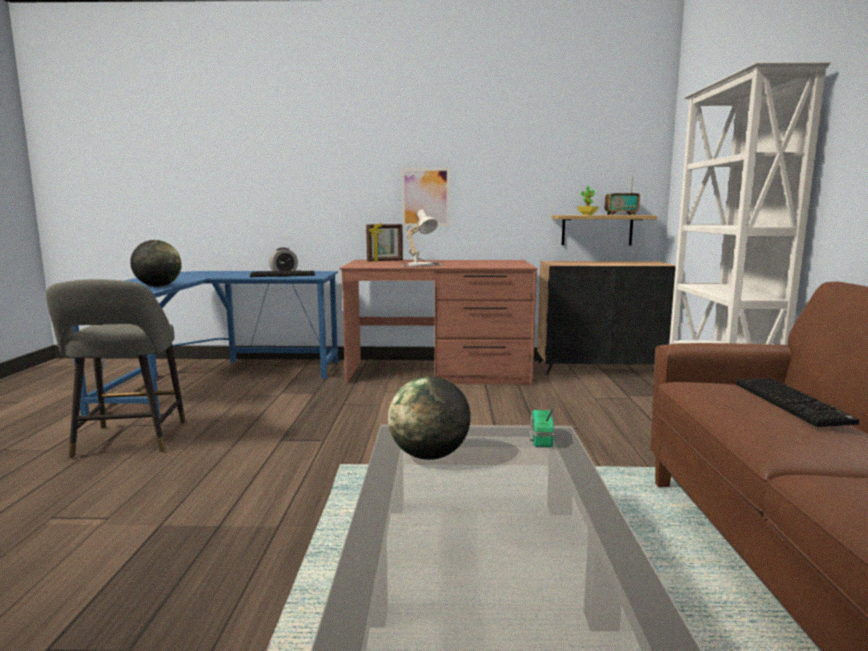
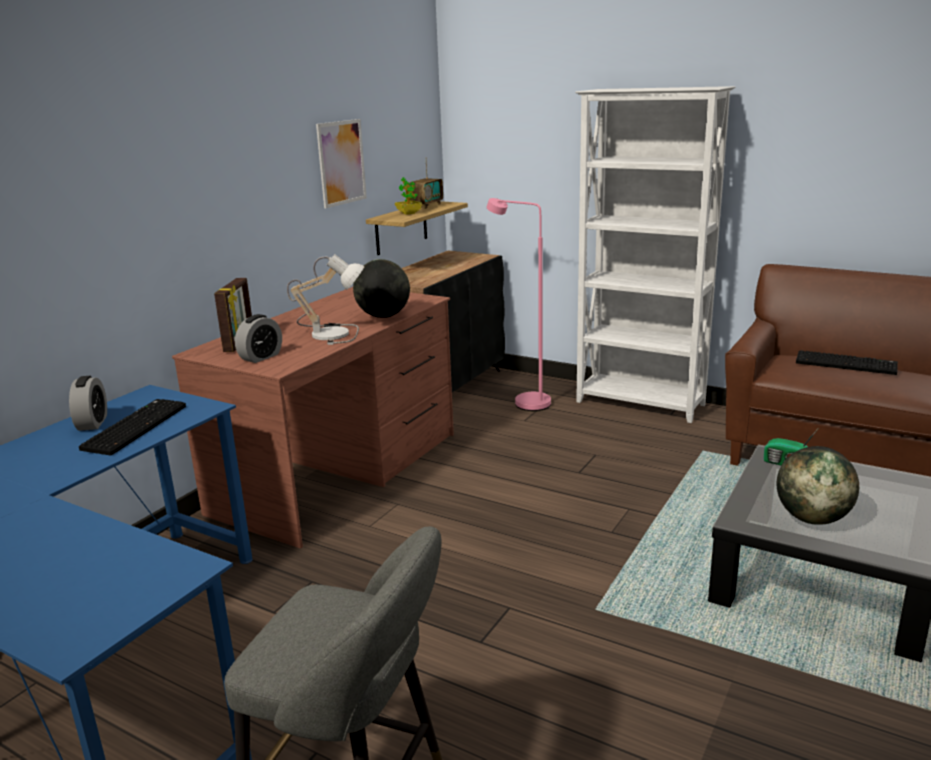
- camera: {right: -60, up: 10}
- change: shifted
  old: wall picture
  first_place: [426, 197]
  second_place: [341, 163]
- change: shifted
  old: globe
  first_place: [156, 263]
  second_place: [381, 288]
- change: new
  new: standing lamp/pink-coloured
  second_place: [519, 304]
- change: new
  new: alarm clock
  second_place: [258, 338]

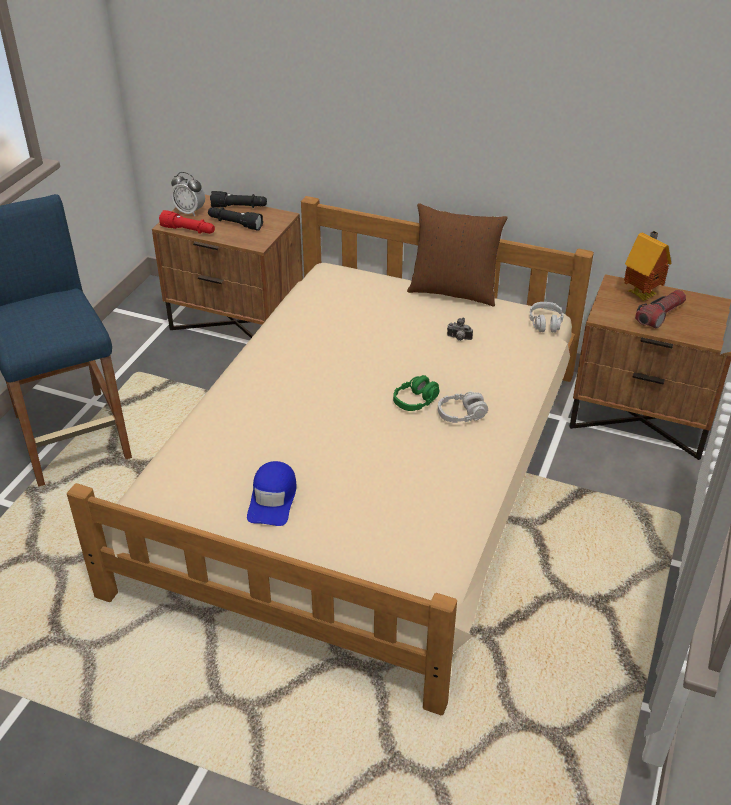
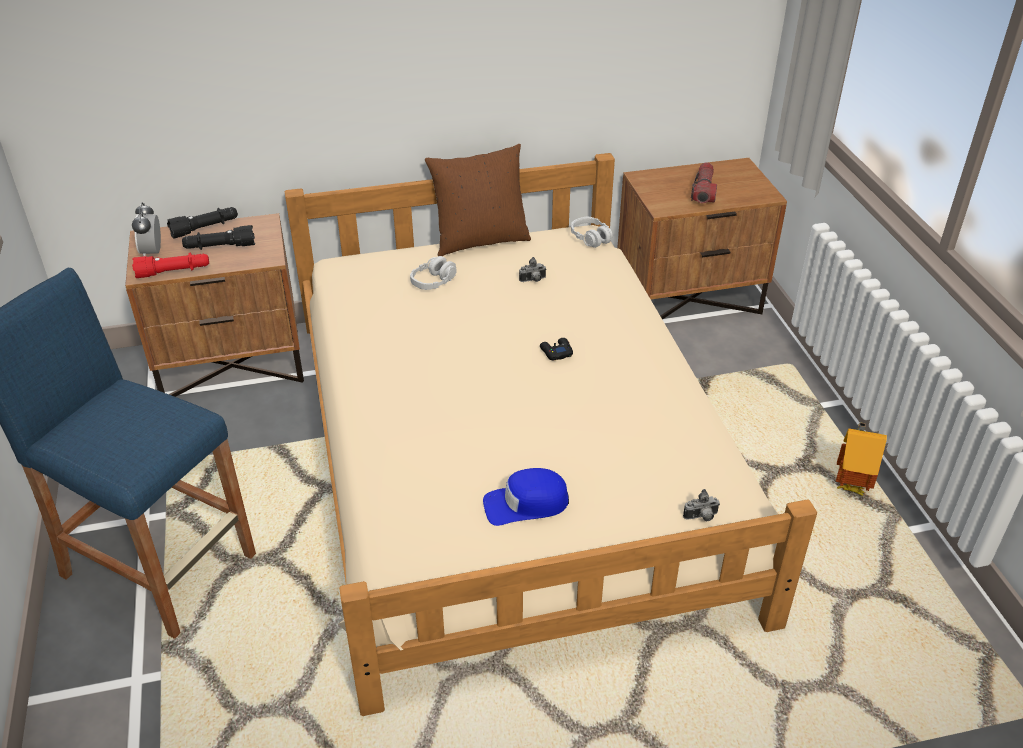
- camera: {right: -35, up: 0}
- change: rotated
  old: alarm clock
  first_place: [188, 194]
  second_place: [146, 229]
  degrees: 90
- change: shifted
  old: toy house
  first_place: [647, 266]
  second_place: [861, 459]
- change: swapped
  old: headphones/green-coloured
  new: game controller/black-coloured
  first_place: [416, 393]
  second_place: [556, 349]
- change: shifted
  old: headphones/gray
  first_place: [463, 407]
  second_place: [433, 273]
- change: rotated
  old: peaked cap/blue-coloured
  first_place: [272, 493]
  second_place: [526, 497]
  degrees: 105
- change: new
  new: photo camera
  second_place: [701, 505]

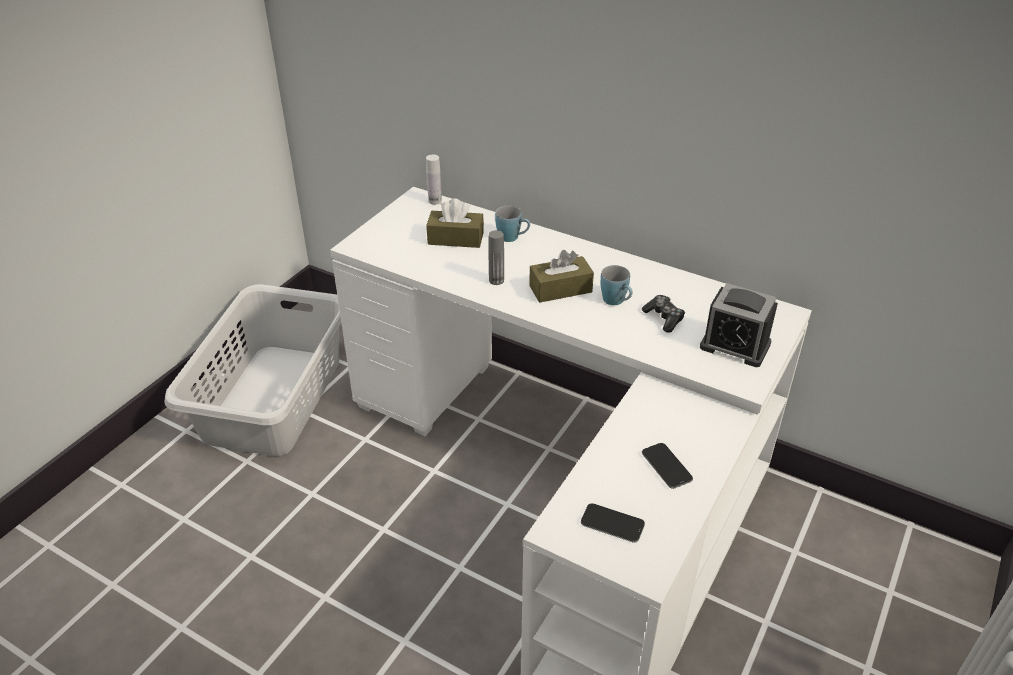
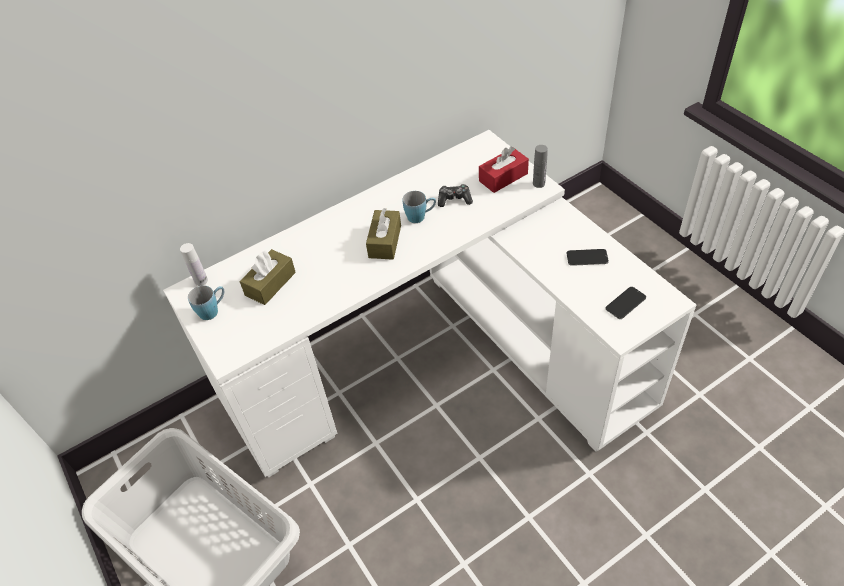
- camera: {right: -60, up: 10}
- change: shifted
  old: coffee mug/blue-coloured
  first_place: [512, 224]
  second_place: [206, 303]
- change: shifted
  old: beverage bottle/gray
  first_place: [496, 257]
  second_place: [540, 166]
- change: swapped
  old: alarm clock
  new: box of tissues/red
  first_place: [739, 325]
  second_place: [504, 169]

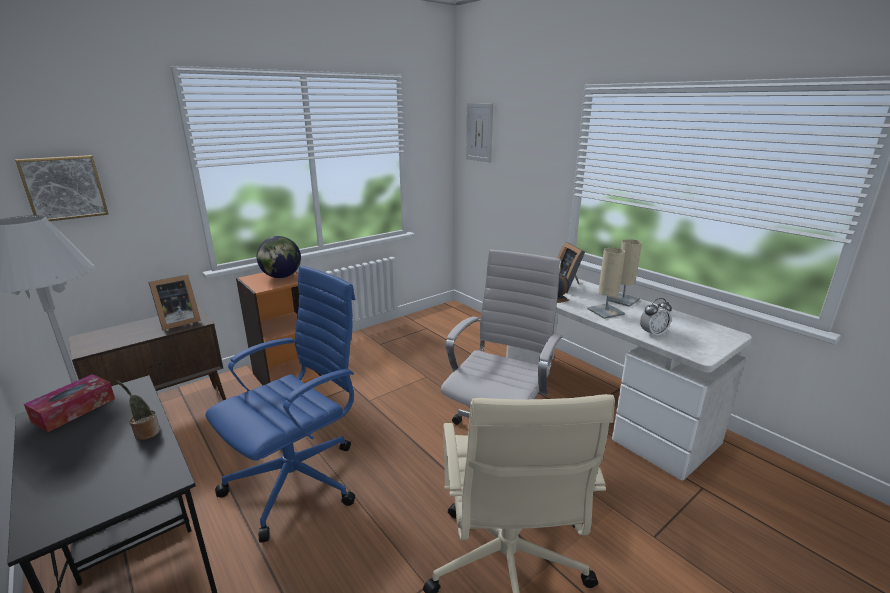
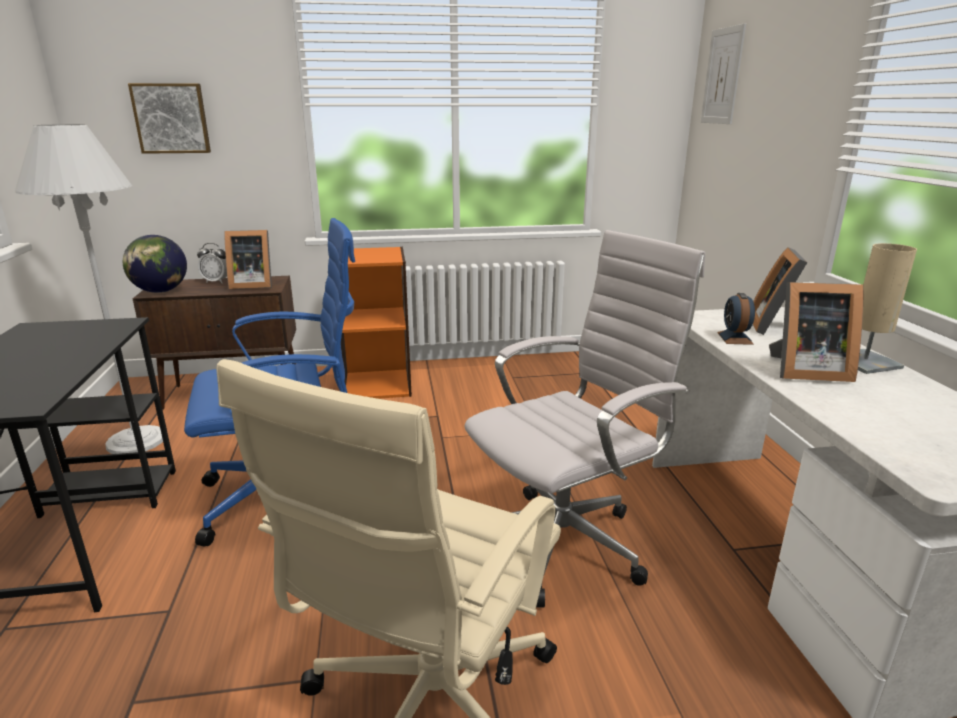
- camera: {right: 30, up: 0}
- change: shifted
  old: globe
  first_place: [278, 257]
  second_place: [155, 264]
- change: swapped
  old: tabletop lamp/beige-coloured
  new: photo frame
  first_place: [606, 283]
  second_place: [816, 332]
- change: shifted
  old: alarm clock
  first_place: [656, 318]
  second_place: [212, 263]
- change: gone
  old: box of tissues
  first_place: [69, 403]
- change: gone
  old: potted plant
  first_place: [138, 410]

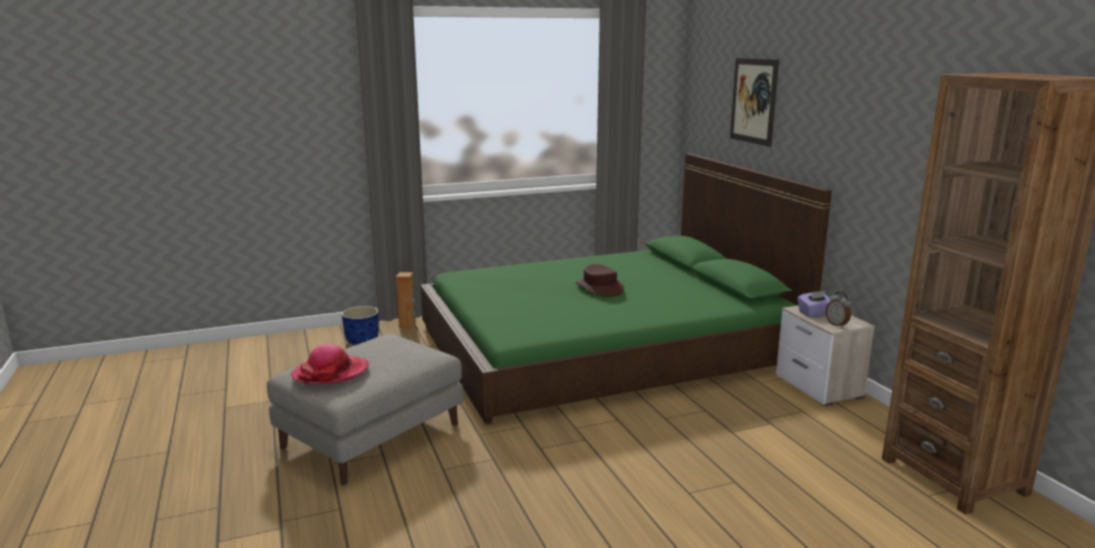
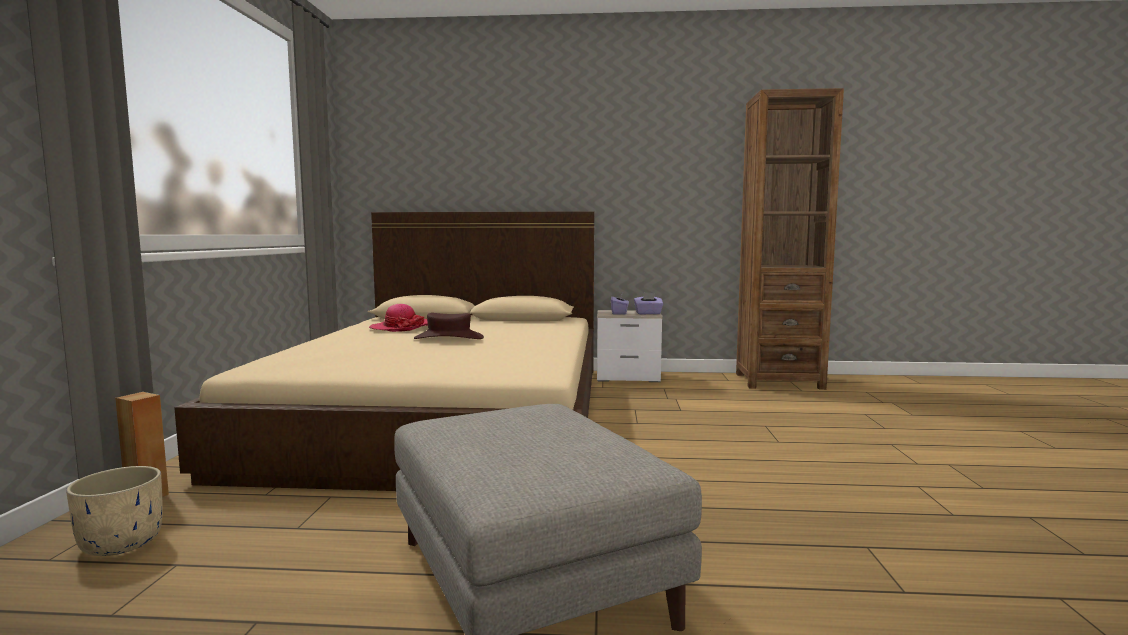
- camera: {right: -65, up: -10}
- change: gone
  old: wall picture
  first_place: [754, 102]
- change: repainted
  old: bedroom bed/green-coloured
  new: bedroom bed/beige-coloured
  first_place: [626, 288]
  second_place: [384, 351]
- change: swapped
  old: alarm clock
  new: box of tissues/purple-coloured
  first_place: [838, 310]
  second_place: [648, 303]
- change: repainted
  old: plant pot/blue-coloured
  new: plant pot/beige-coloured
  first_place: [360, 325]
  second_place: [114, 511]
- change: shifted
  old: clothing hat
  first_place: [330, 364]
  second_place: [398, 318]

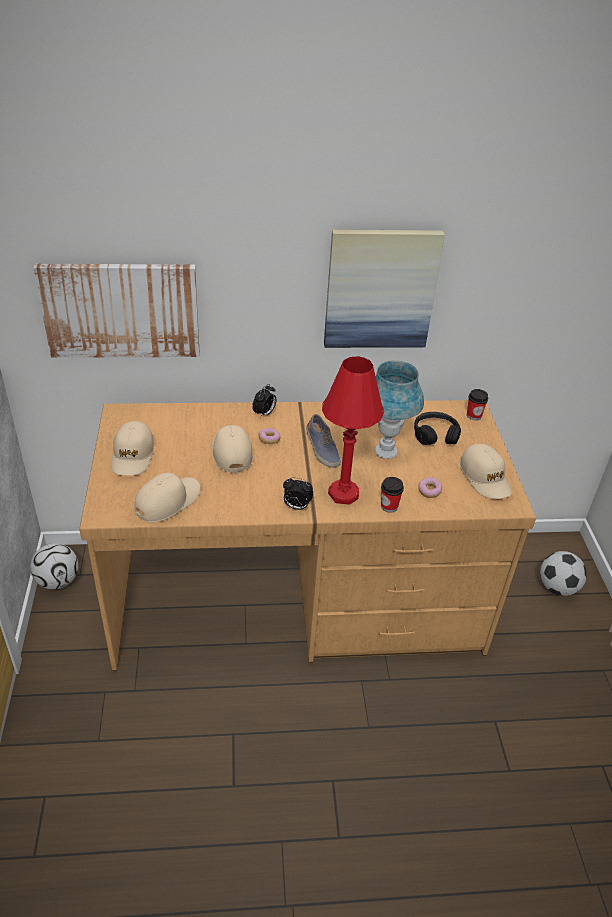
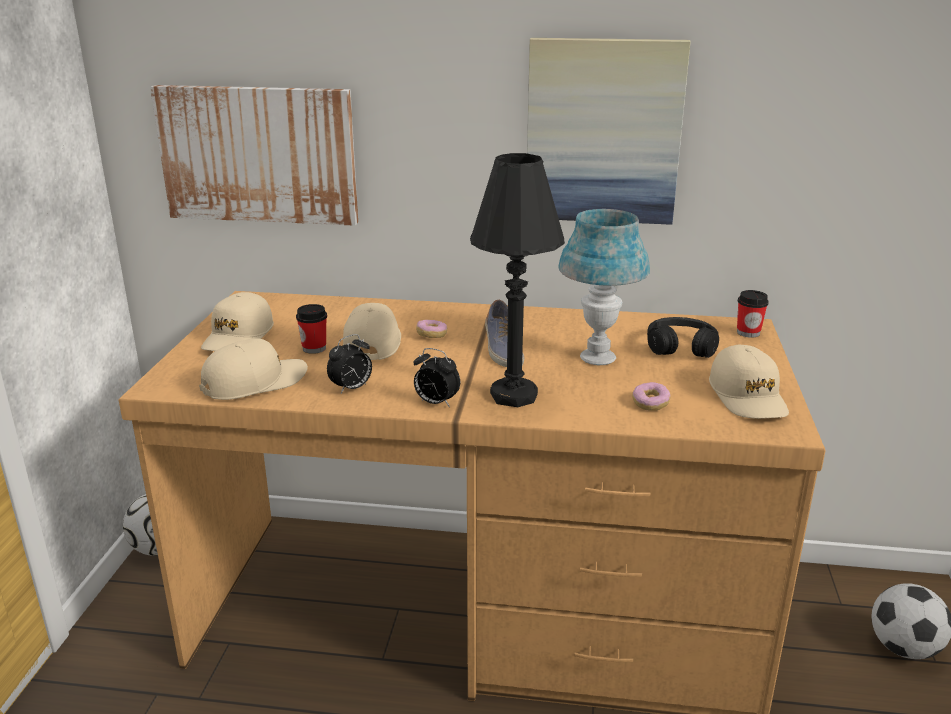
- camera: {right: 15, up: -15}
- change: repainted
  old: tabletop lamp/red
  new: tabletop lamp/black-coloured
  first_place: [353, 430]
  second_place: [517, 280]
- change: shifted
  old: alarm clock
  first_place: [264, 401]
  second_place: [349, 364]
- change: shifted
  old: cup
  first_place: [392, 495]
  second_place: [311, 329]

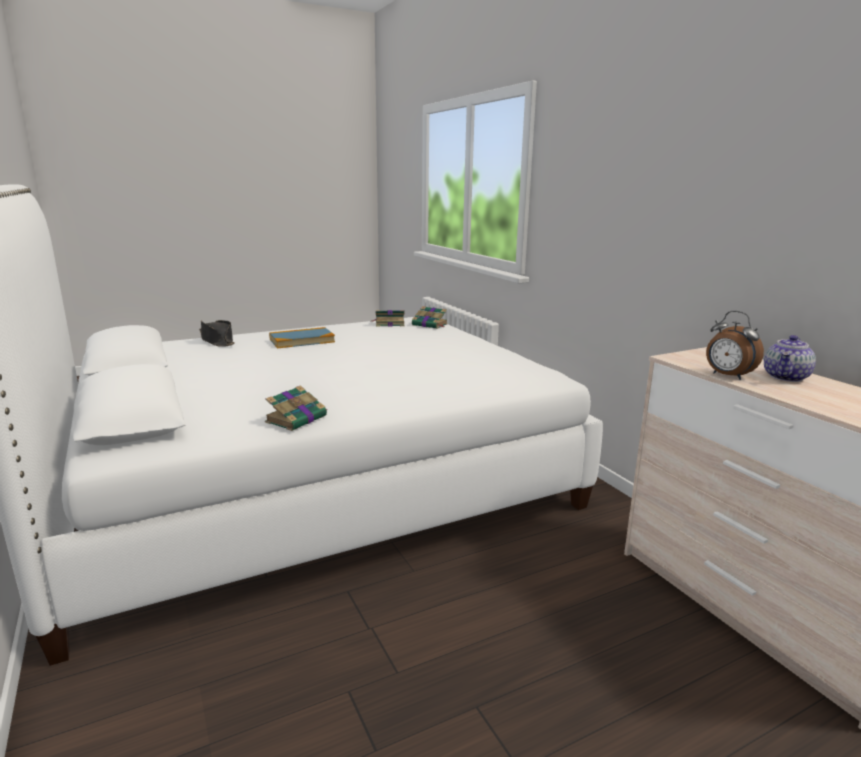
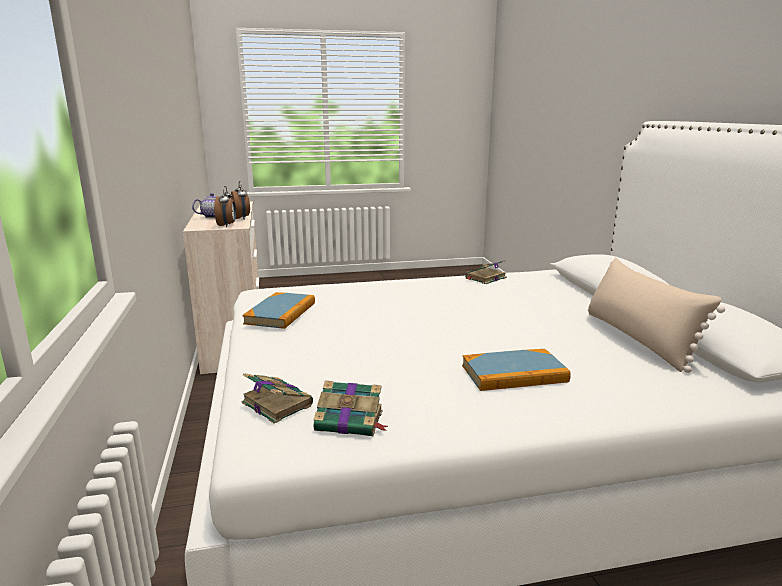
- camera: {right: -165, up: 0}
- change: gone
  old: clothing hat/black-coloured
  first_place: [217, 333]
- change: new
  new: alarm clock
  second_place: [225, 206]
- change: new
  new: pillow/beige-coloured
  second_place: [656, 315]
- change: new
  new: book
  second_place: [278, 310]

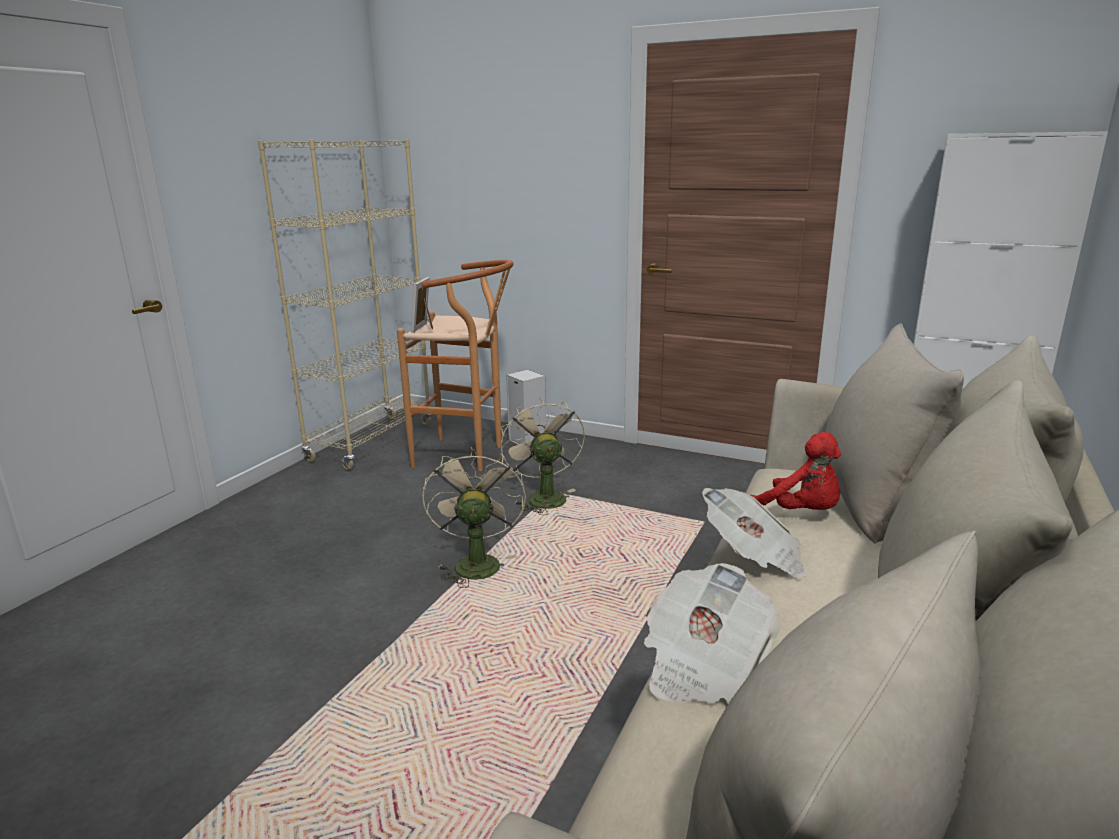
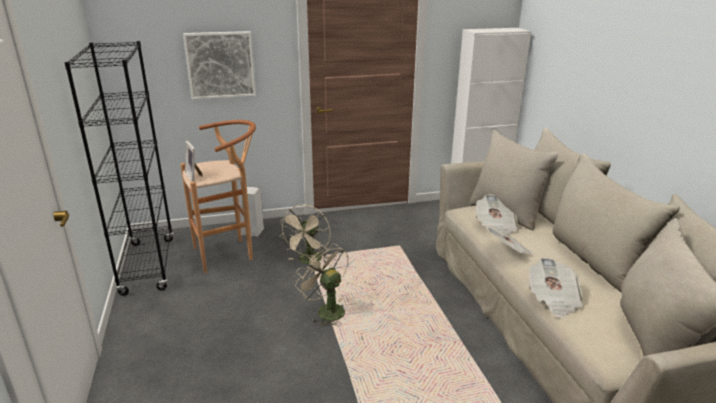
- camera: {right: -40, up: 5}
- change: repainted
  old: bookcase/beige-coloured
  new: bookcase/black-coloured
  first_place: [345, 304]
  second_place: [119, 168]
- change: rotated
  old: electric fan/beige-coloured
  first_place: [542, 456]
  second_place: [305, 234]
  degrees: -105
- change: swapped
  old: cuddly toy/red
  new: daily paper
  first_place: [796, 471]
  second_place: [497, 216]
- change: new
  new: wall picture
  second_place: [219, 65]

